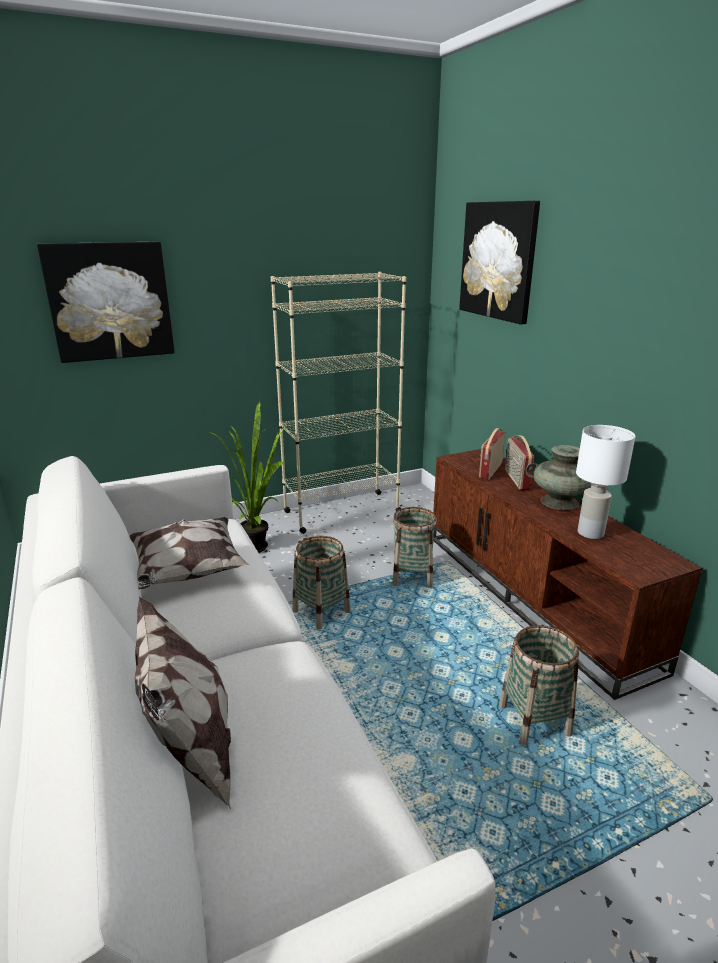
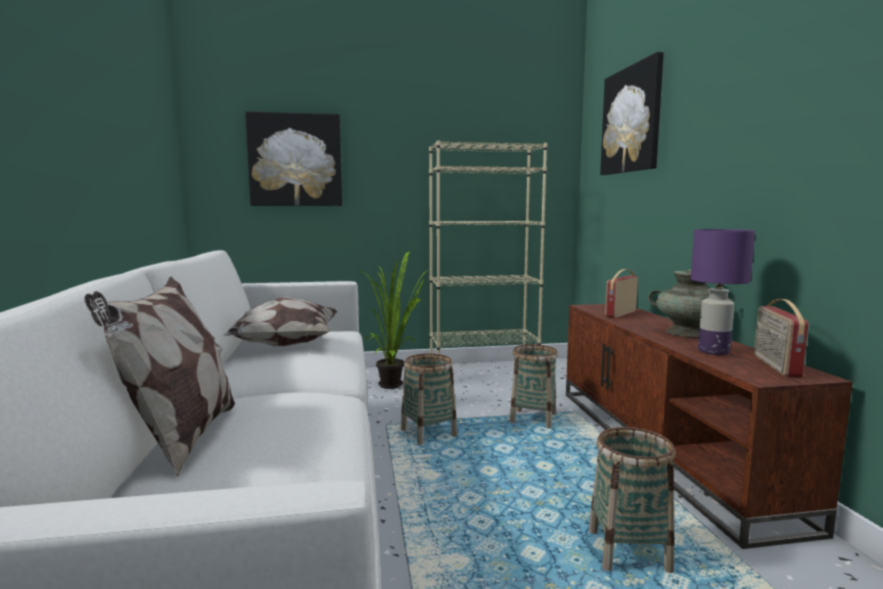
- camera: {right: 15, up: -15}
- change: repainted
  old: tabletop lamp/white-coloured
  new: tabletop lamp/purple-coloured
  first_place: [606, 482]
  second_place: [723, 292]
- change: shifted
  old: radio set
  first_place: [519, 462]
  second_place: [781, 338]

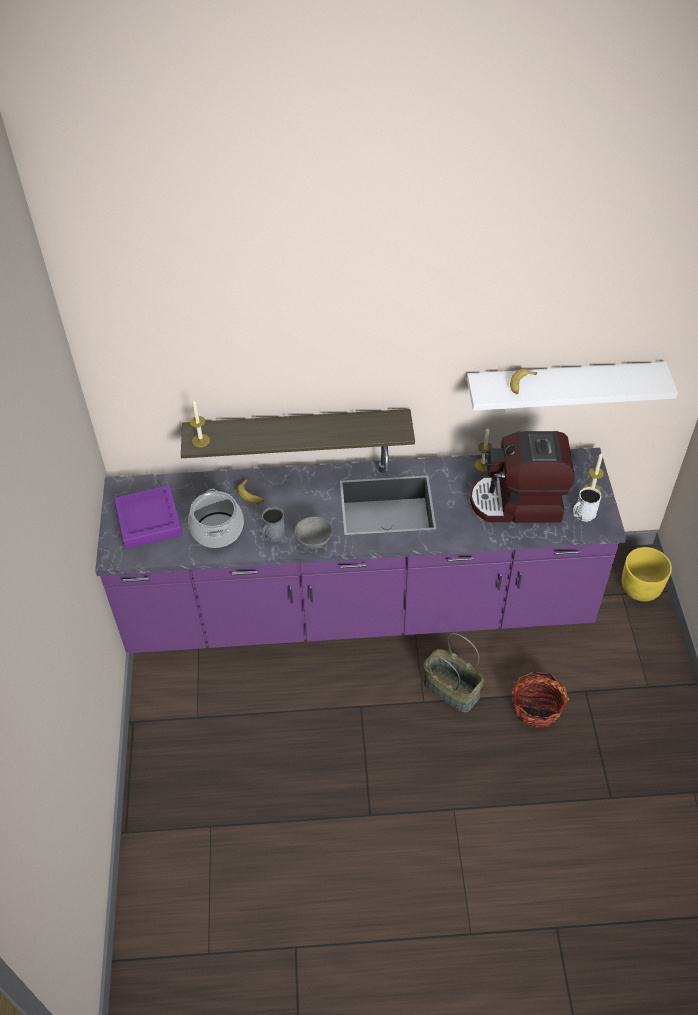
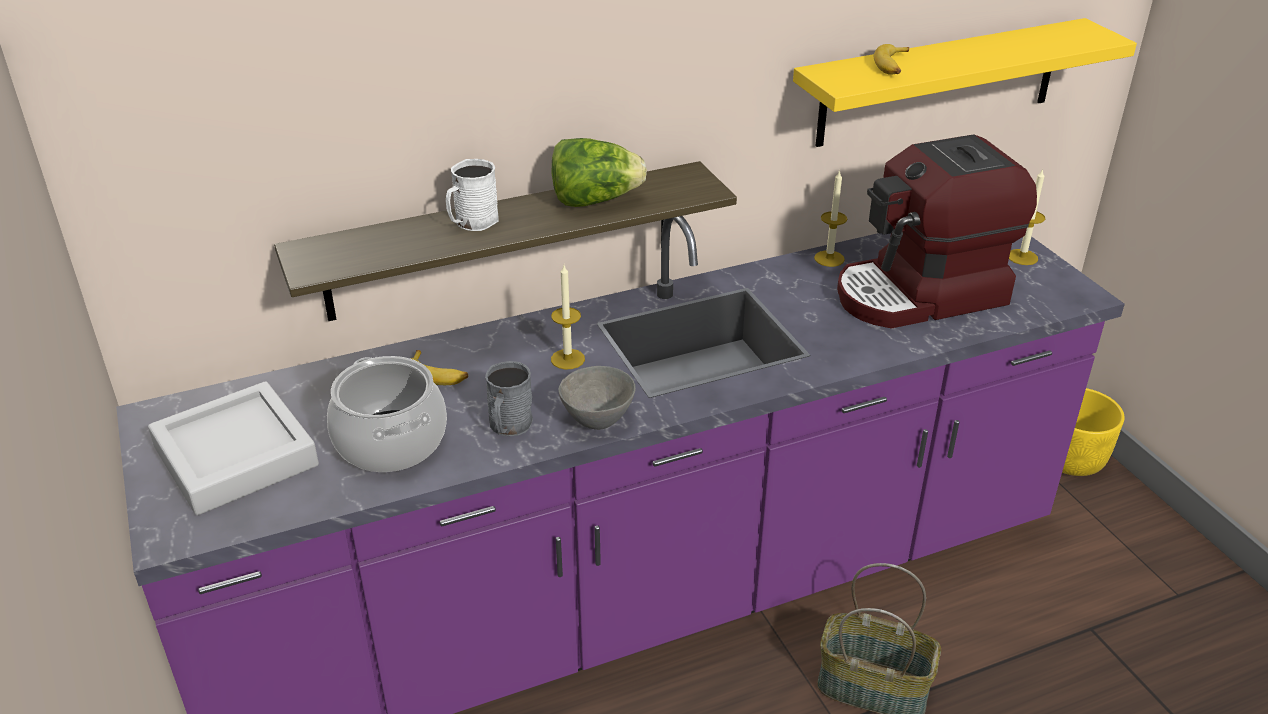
- camera: {right: -20, up: -15}
- change: repainted
  old: wall shelf/white-coloured
  new: wall shelf/yellow
  first_place: [572, 386]
  second_place: [965, 82]
- change: shifted
  old: wax light
  first_place: [200, 423]
  second_place: [568, 317]
- change: repainted
  old: serving tray/purple-coloured
  new: serving tray/gray
  first_place: [148, 517]
  second_place: [233, 448]
- change: shifted
  old: coffee mug/white-coloured
  first_place: [587, 504]
  second_place: [472, 195]
- change: gone
  old: basket
  first_place: [541, 699]
- change: new
  new: lettuce
  second_place: [599, 172]

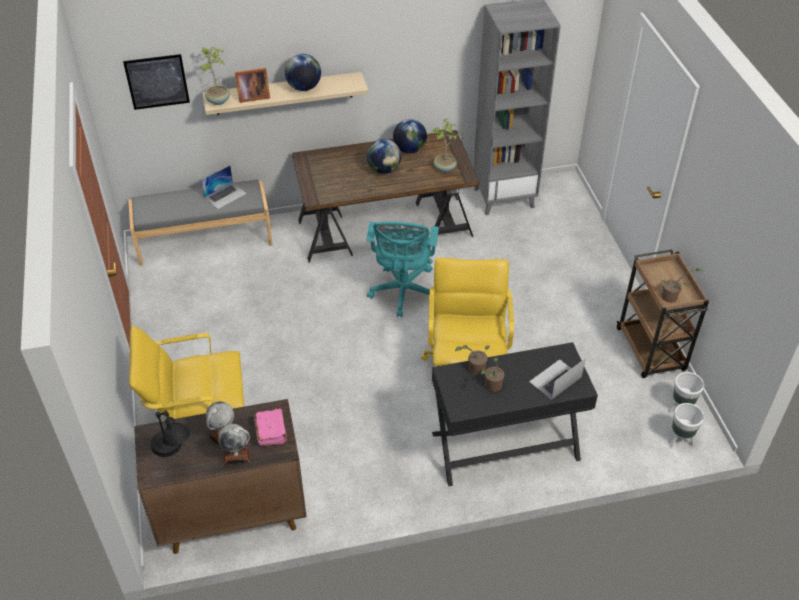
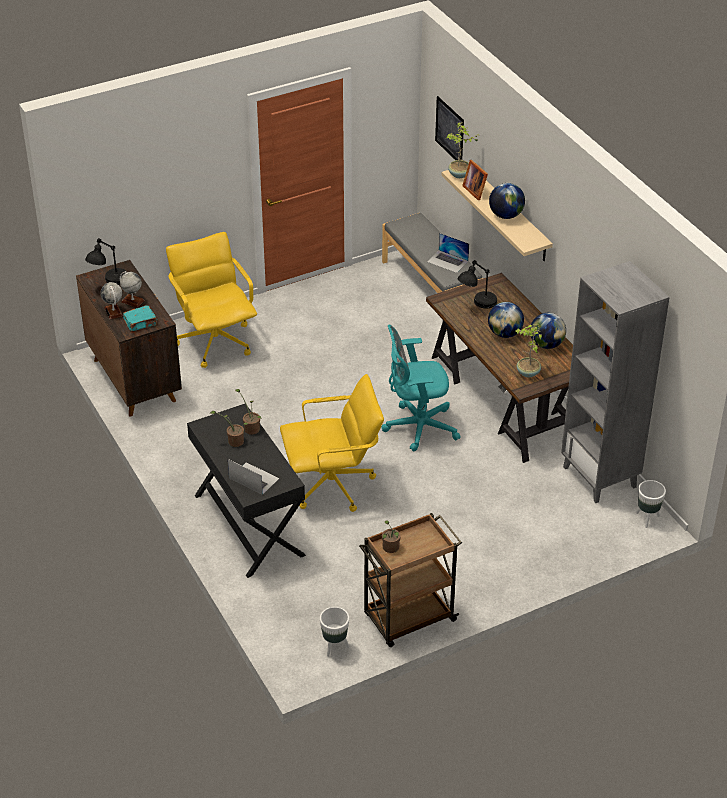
- camera: {right: 75, up: -5}
- change: shifted
  old: plant pot/white-coloured
  first_place: [687, 425]
  second_place: [651, 504]
- change: repainted
  old: book/pink-coloured
  new: book/turquoise
  first_place: [270, 427]
  second_place: [140, 318]
- change: new
  new: tabletop lamp/black-coloured
  second_place: [477, 284]

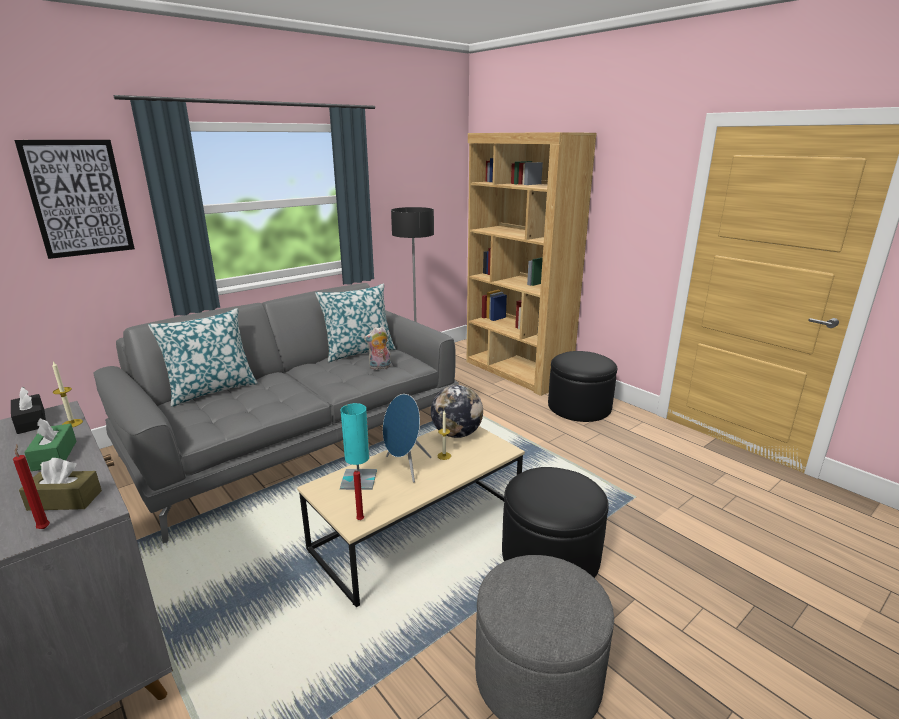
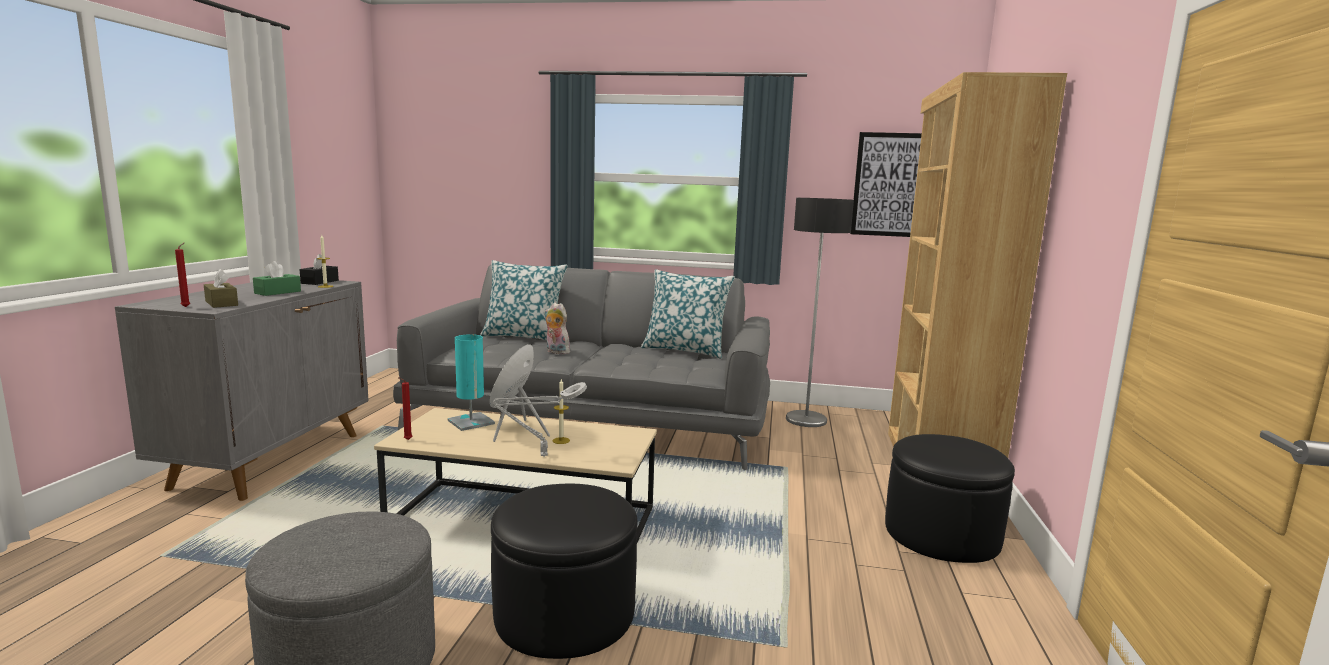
- camera: {right: 50, up: -10}
- change: shifted
  old: wall picture
  first_place: [74, 199]
  second_place: [886, 184]
- change: shifted
  old: cuddly toy
  first_place: [377, 348]
  second_place: [557, 328]
- change: gone
  old: globe
  first_place: [457, 411]
- change: new
  new: tabletop lamp/gray
  second_place: [540, 419]

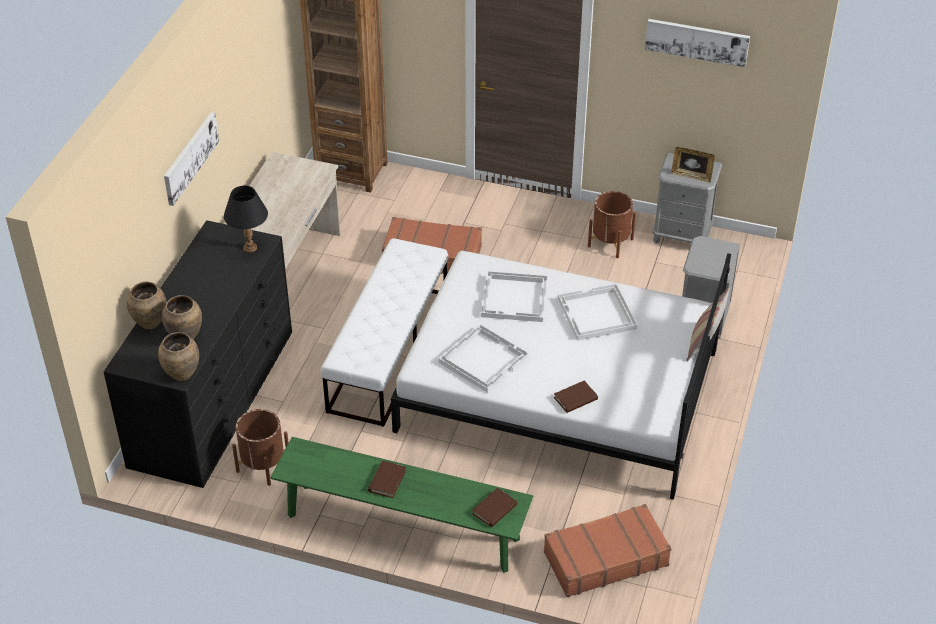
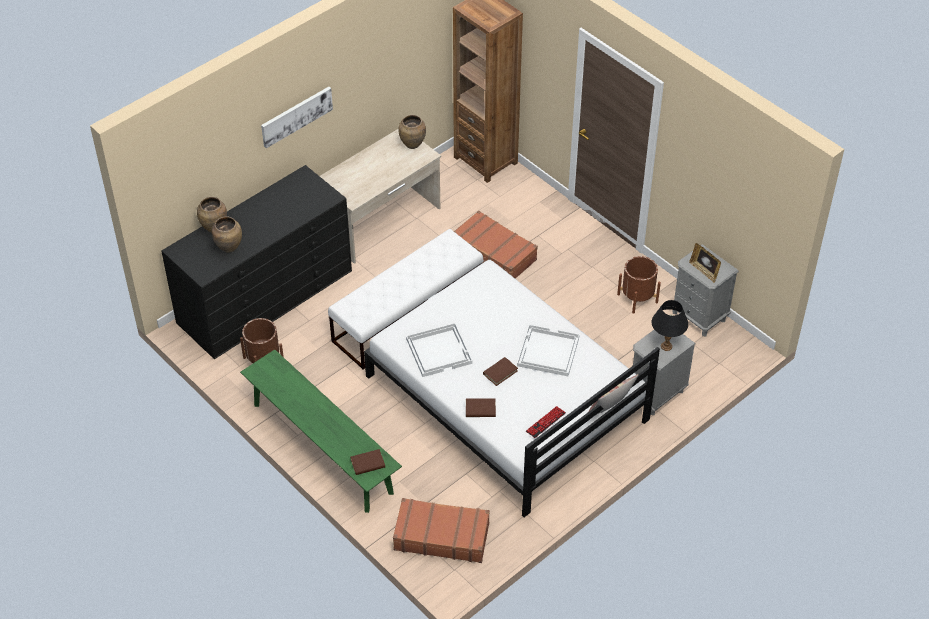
- camera: {right: 30, up: 5}
- change: gone
  old: wall picture
  first_place: [697, 43]
- change: shifted
  old: tabletop lamp/black-coloured
  first_place: [246, 219]
  second_place: [669, 325]
- change: gone
  old: serving tray/white-coloured
  first_place: [514, 296]
- change: shifted
  old: flower vase/brown
  first_place: [178, 356]
  second_place: [412, 132]
- change: shifted
  old: book/brown
  first_place: [387, 479]
  second_place: [500, 371]
- change: new
  new: computer keyboard
  second_place: [546, 422]

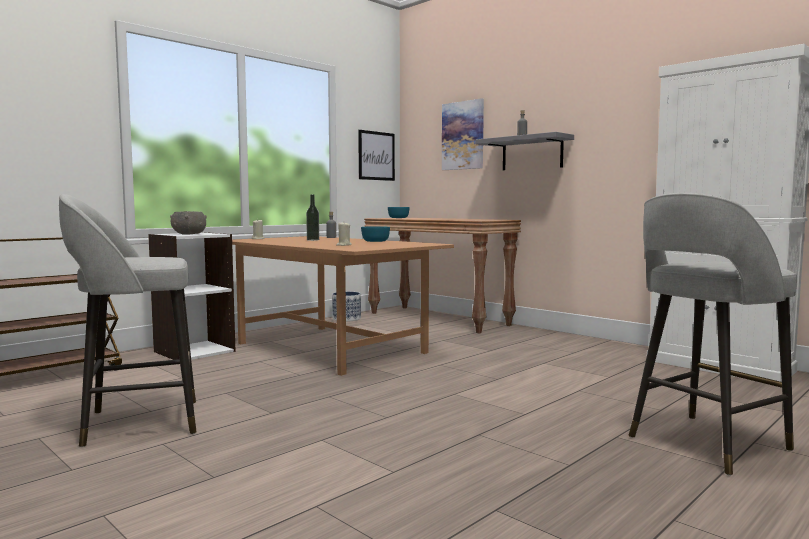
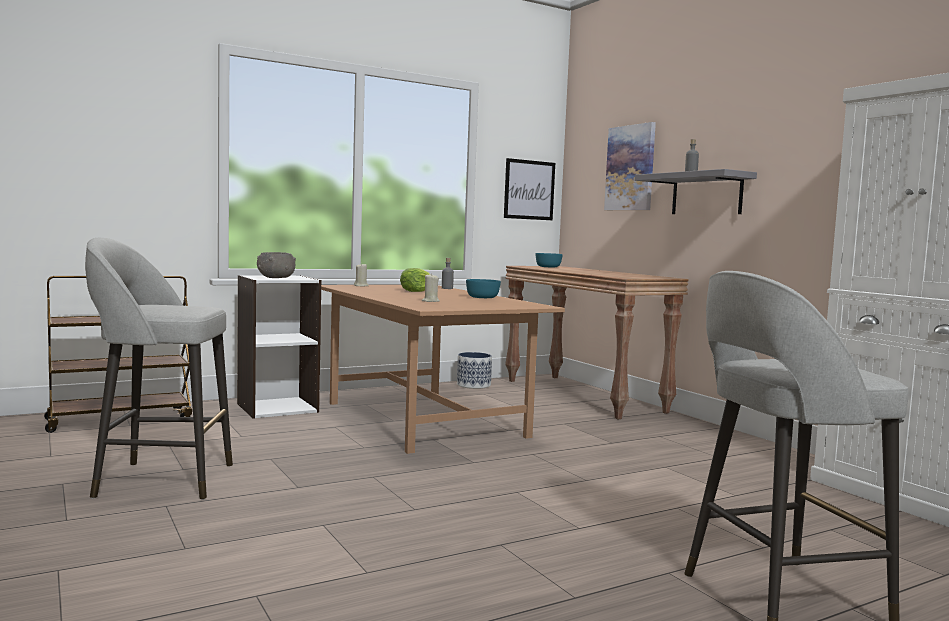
- camera: {right: 15, up: 0}
- change: swapped
  old: beverage bottle
  new: lettuce
  first_place: [312, 217]
  second_place: [415, 280]

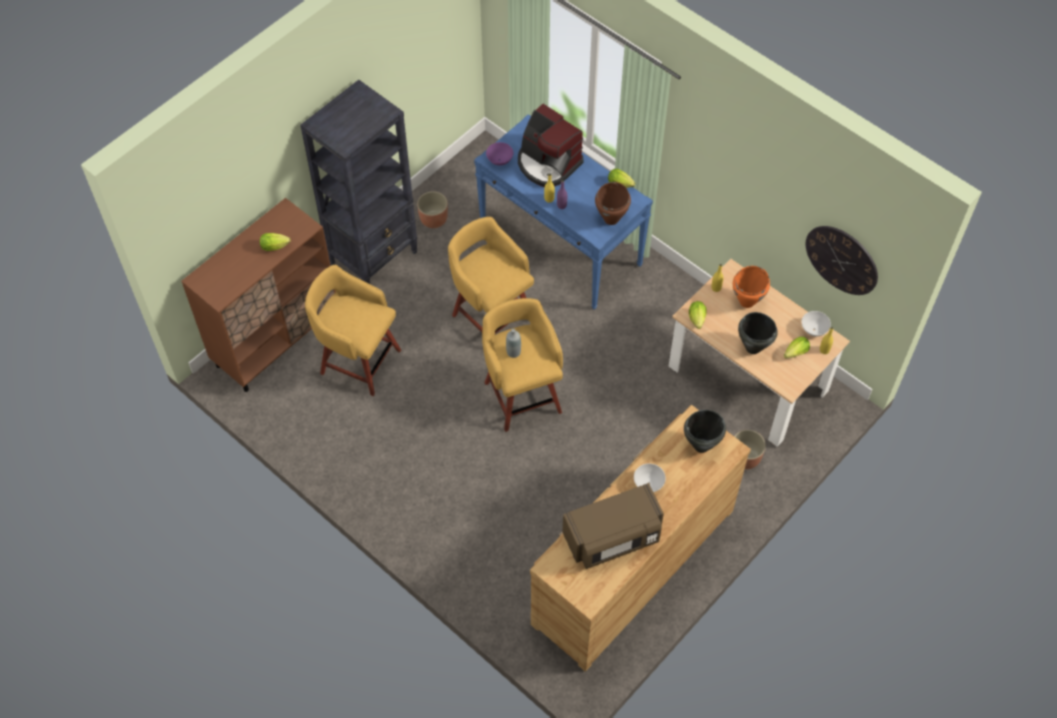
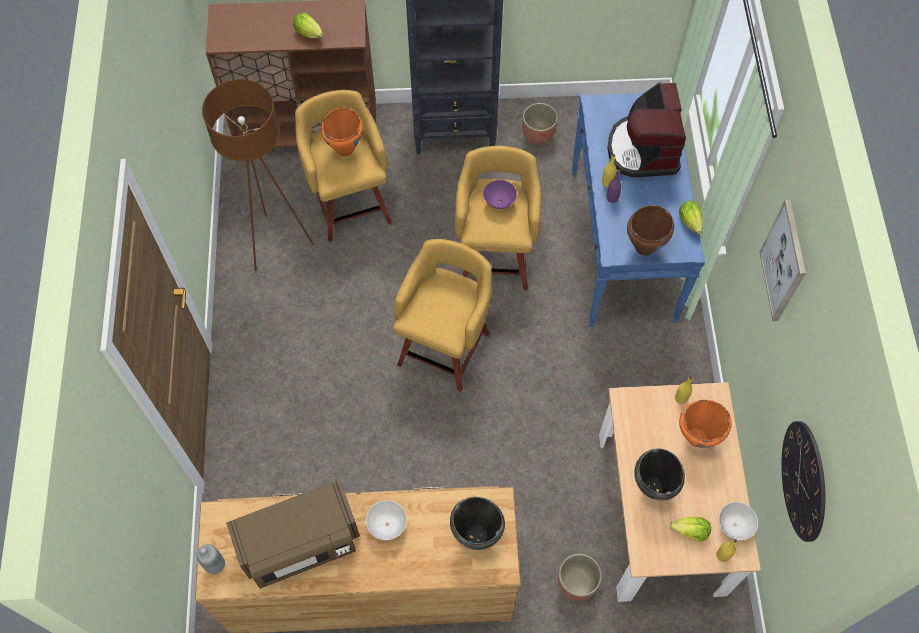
- camera: {right: 45, up: 5}
- change: shifted
  old: deep dish/purple-coloured
  first_place: [499, 154]
  second_place: [500, 194]
- change: gone
  old: lettuce
  first_place: [698, 315]
- change: shifted
  old: beverage bottle/gray
  first_place: [513, 343]
  second_place: [211, 559]
- change: rotated
  old: kitchen microwave/brown
  first_place: [613, 526]
  second_place: [293, 534]
  degrees: -45
- change: new
  new: standing lamp/brown
  second_place: [258, 175]
- change: new
  new: cooking pot/orange
  second_place: [342, 132]
- change: new
  new: wall picture
  second_place: [782, 260]

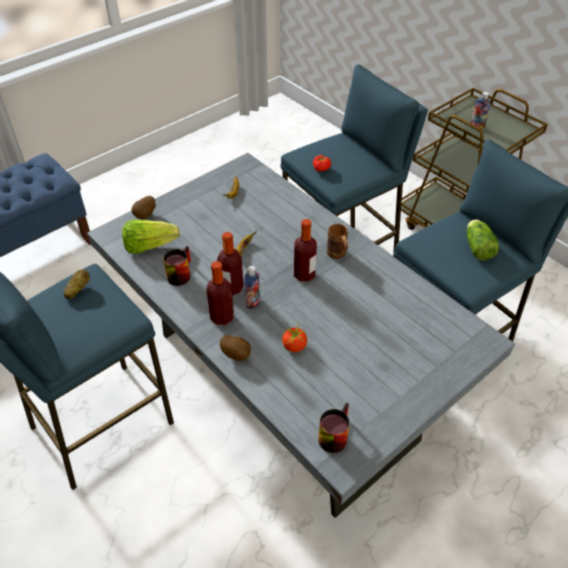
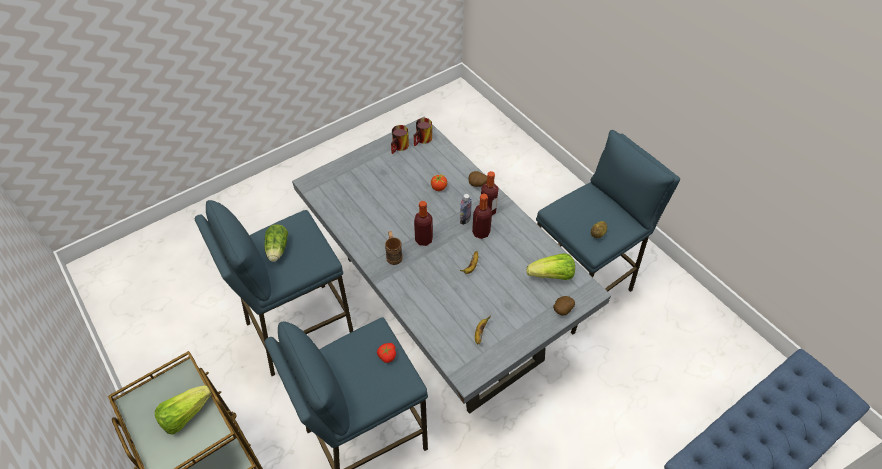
- camera: {right: -175, up: 5}
- change: swapped
  old: beverage bottle
  new: lettuce
  first_place: [480, 111]
  second_place: [183, 410]
- change: shifted
  old: coffee mug
  first_place: [177, 266]
  second_place: [400, 139]

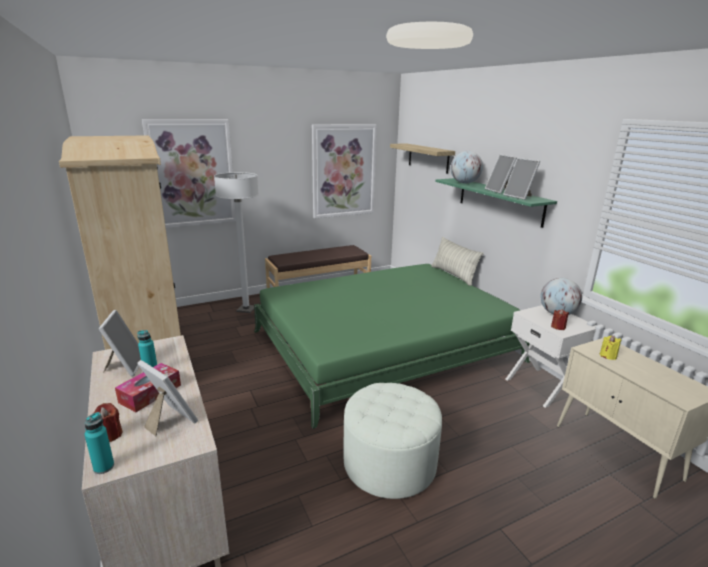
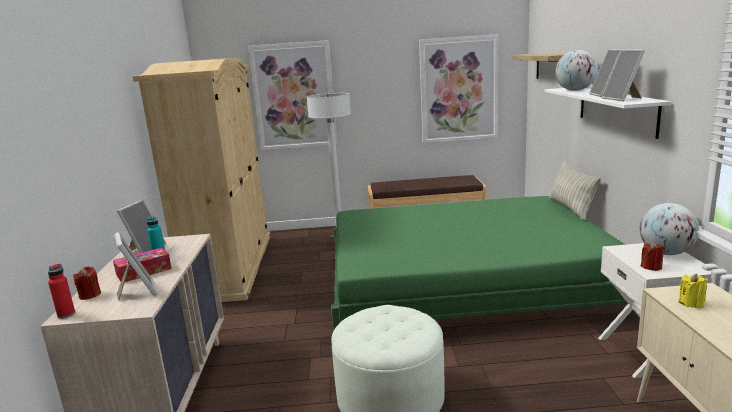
- camera: {right: 25, up: -5}
- change: repainted
  old: wall shelf/green-coloured
  new: wall shelf/white-coloured
  first_place: [496, 203]
  second_place: [607, 113]
- change: repainted
  old: beverage bottle/turquoise
  new: beverage bottle/red
  first_place: [99, 443]
  second_place: [61, 291]

